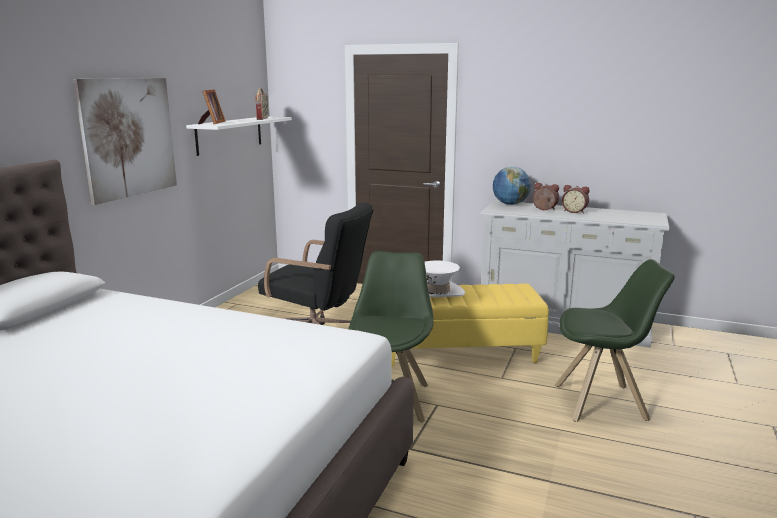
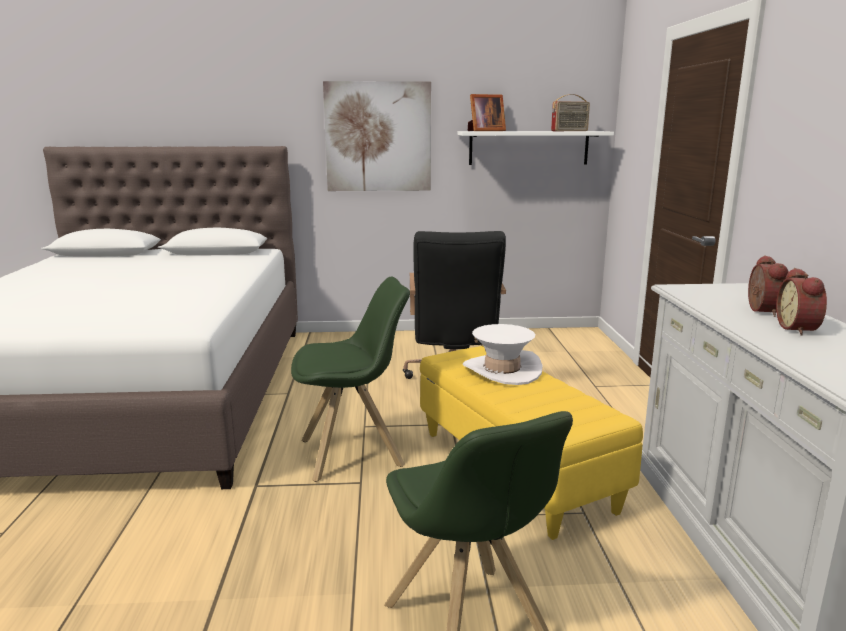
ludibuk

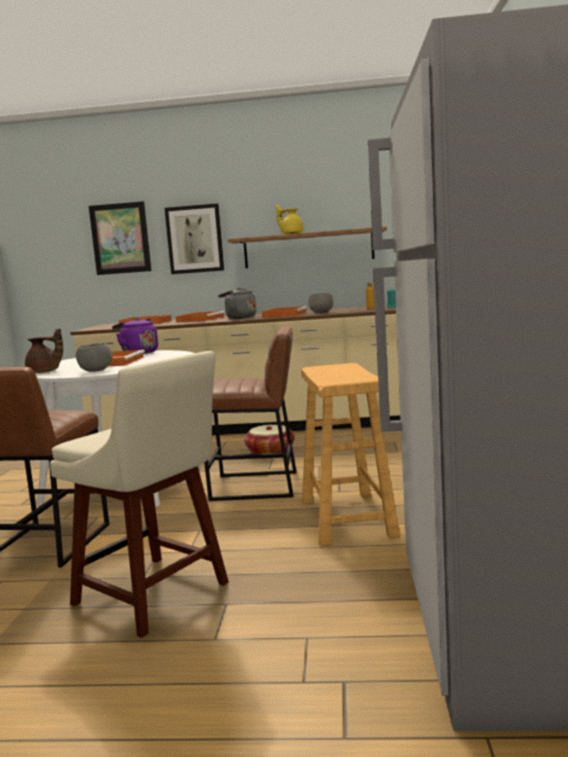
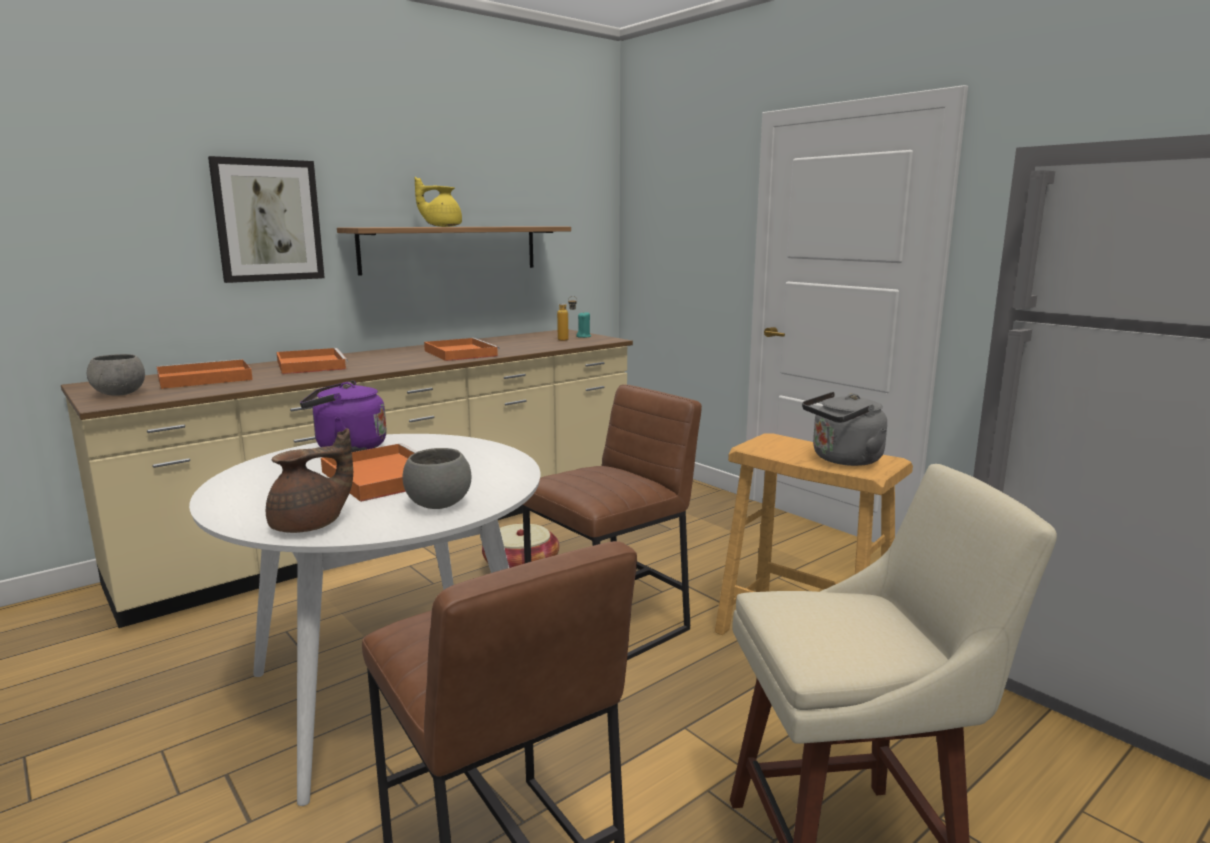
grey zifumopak (no. 1 from left)
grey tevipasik
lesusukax (no. 1 from left in the first image)

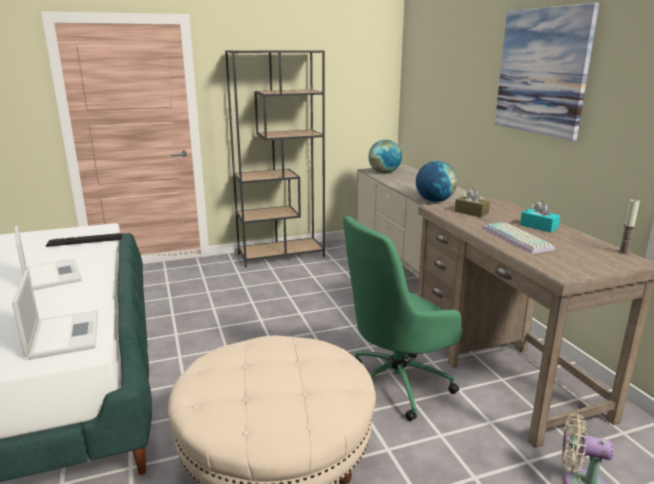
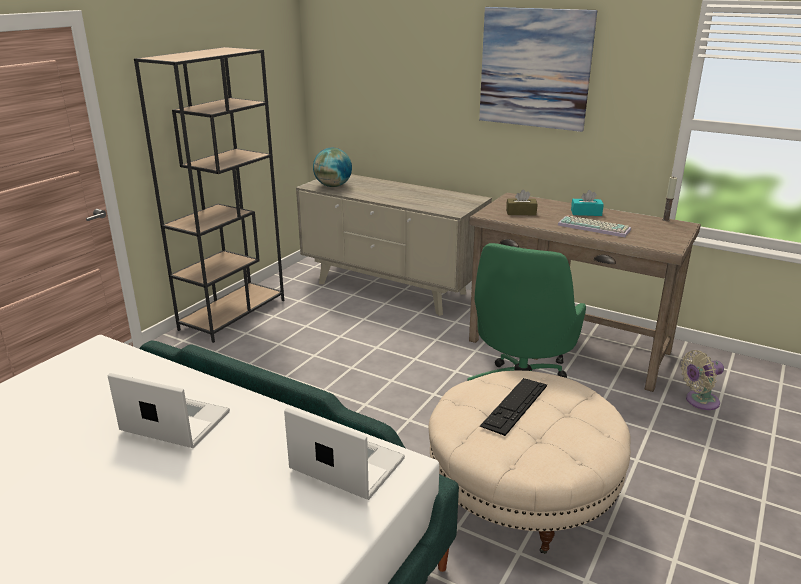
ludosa (no. 1 from left)
ludibuk (no. 2 from left in the first image)

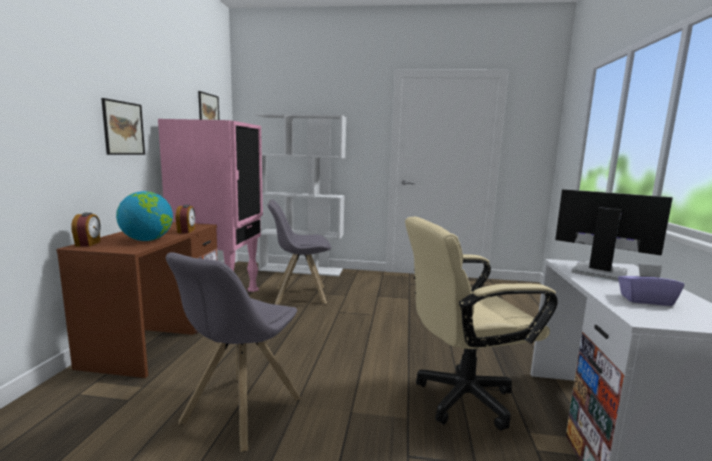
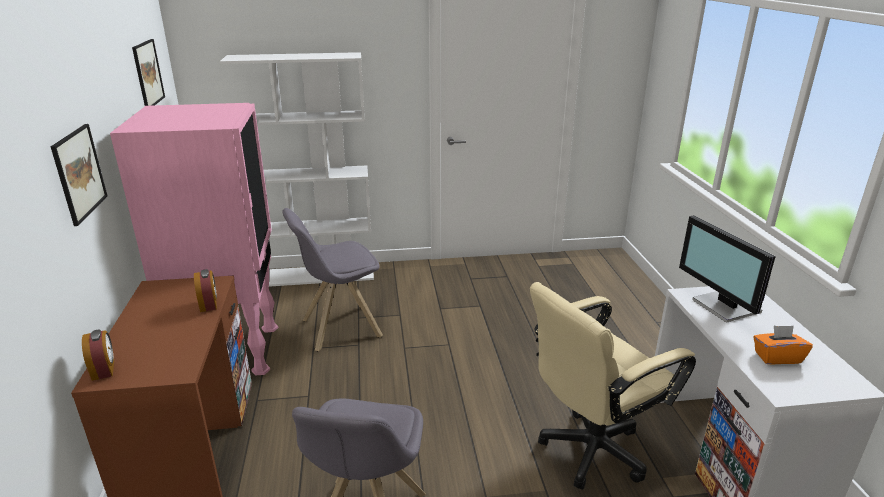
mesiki
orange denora
ludibuk

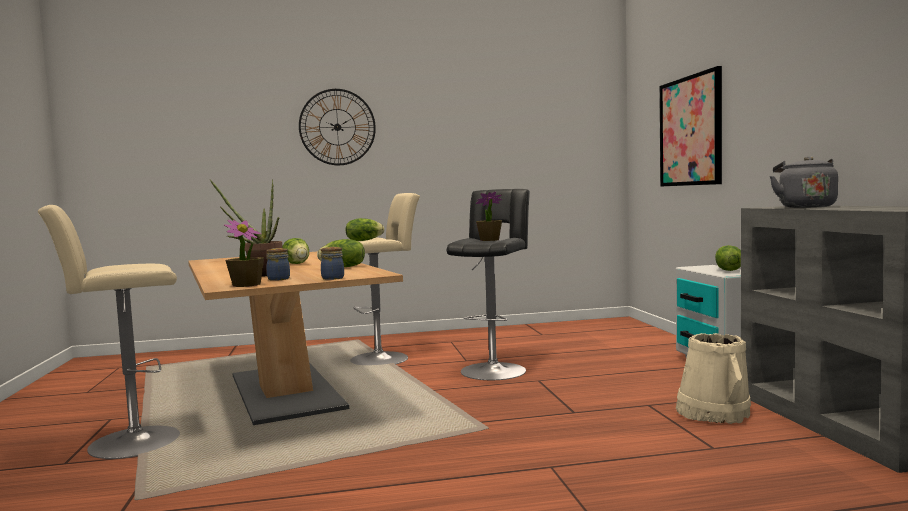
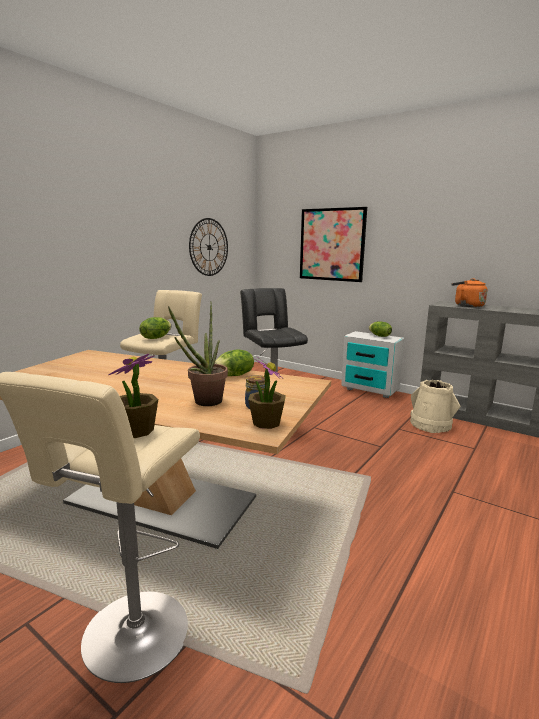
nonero (no. 1 from left)
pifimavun
orange tevipasik
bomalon (no. 1 from left in the first image)
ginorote (no. 2 from left in the first image)

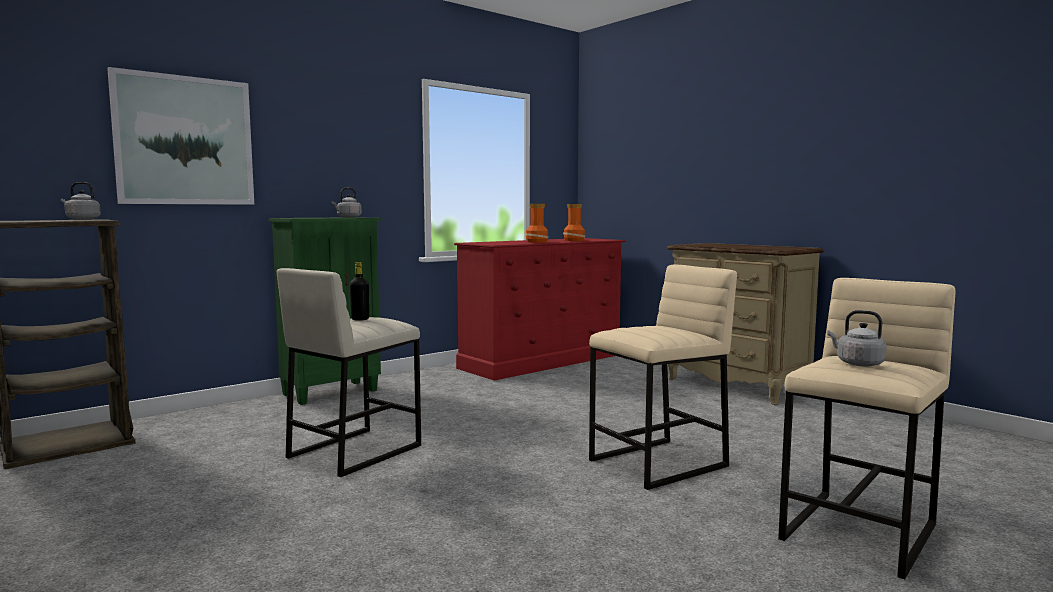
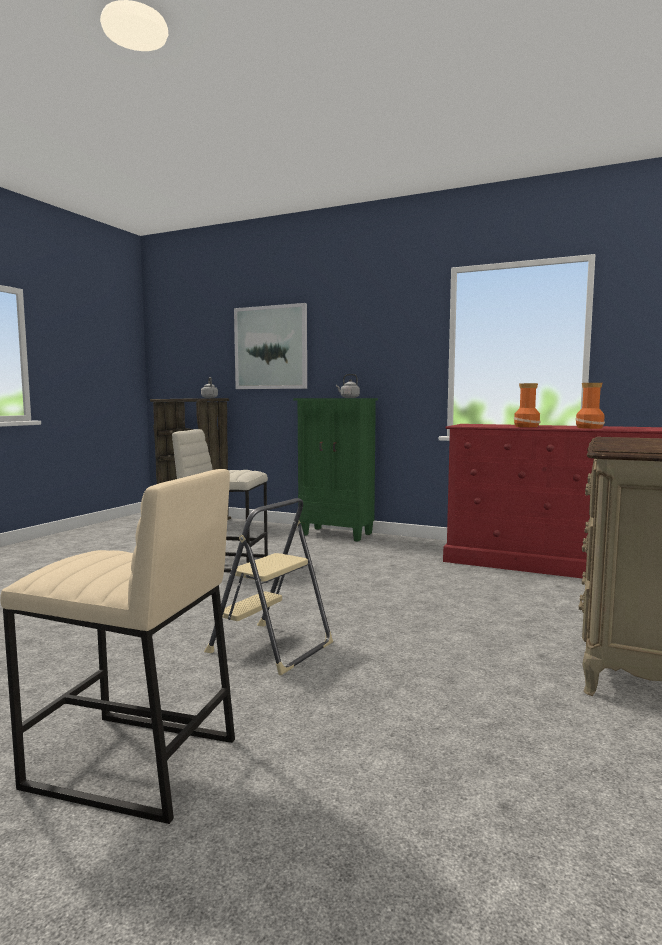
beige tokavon
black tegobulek
grey tevipasik (no. 3 from left in the first image)

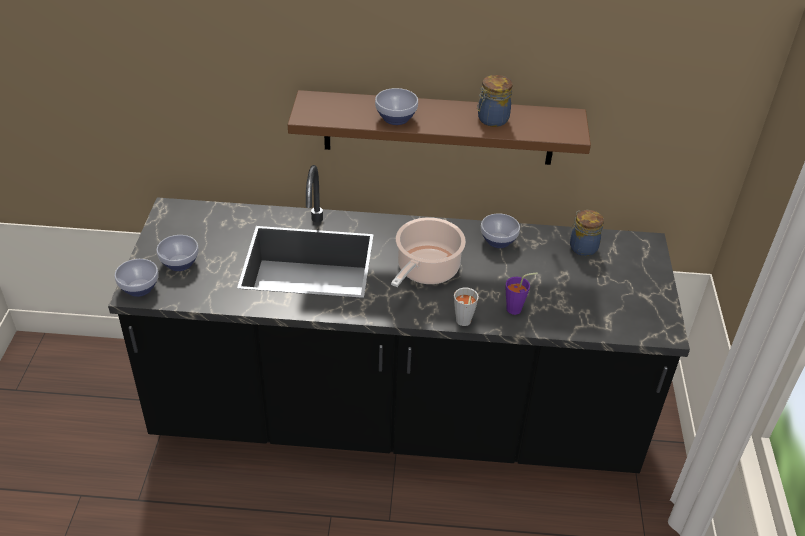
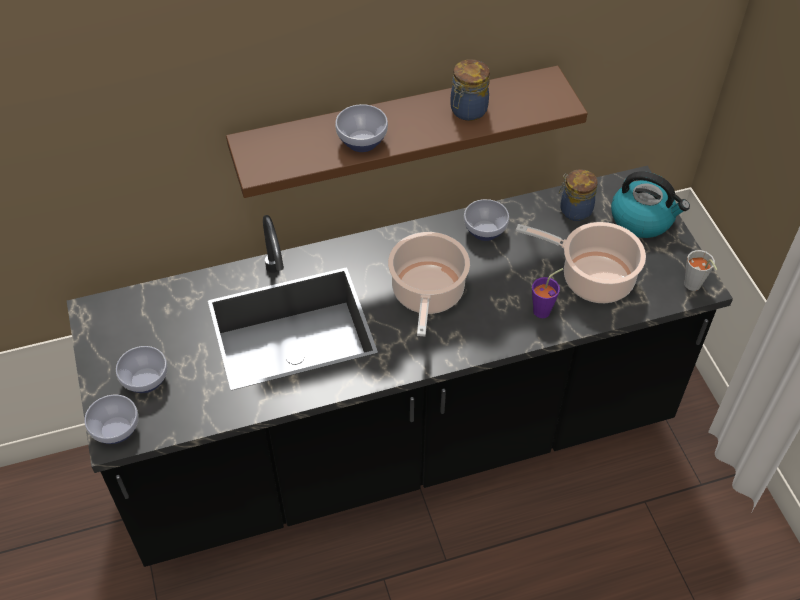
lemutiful (no. 2 from left)
tevipasik
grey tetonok

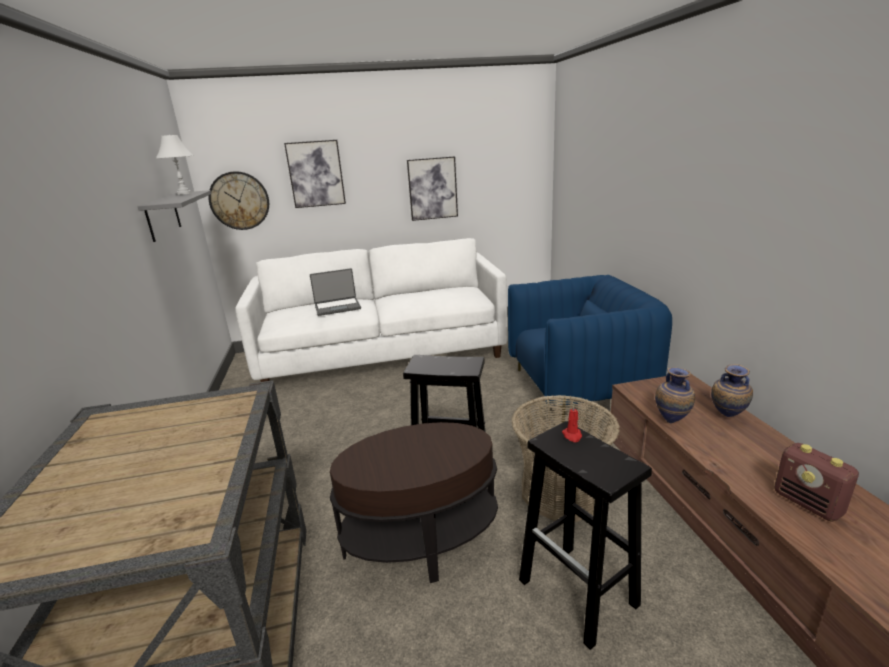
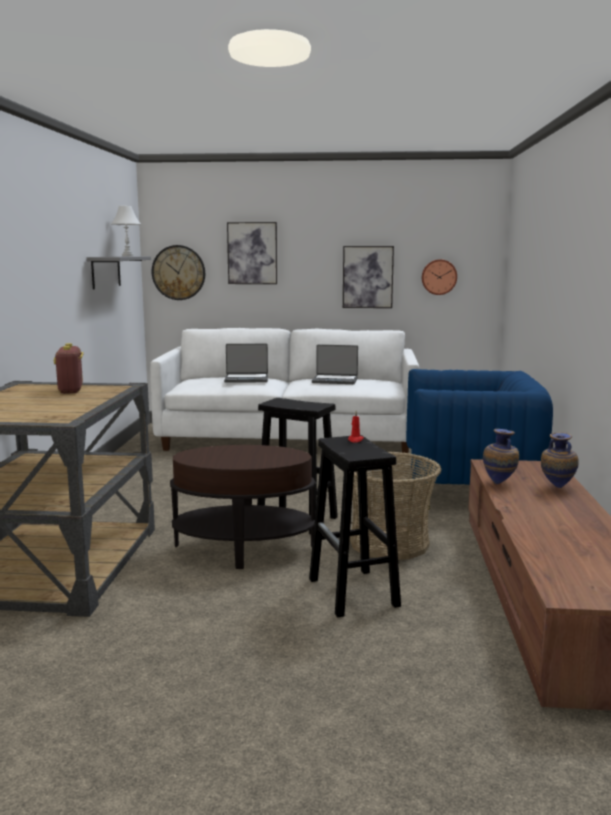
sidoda
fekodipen (no. 2 from left)
pifimavun (no. 2 from left)

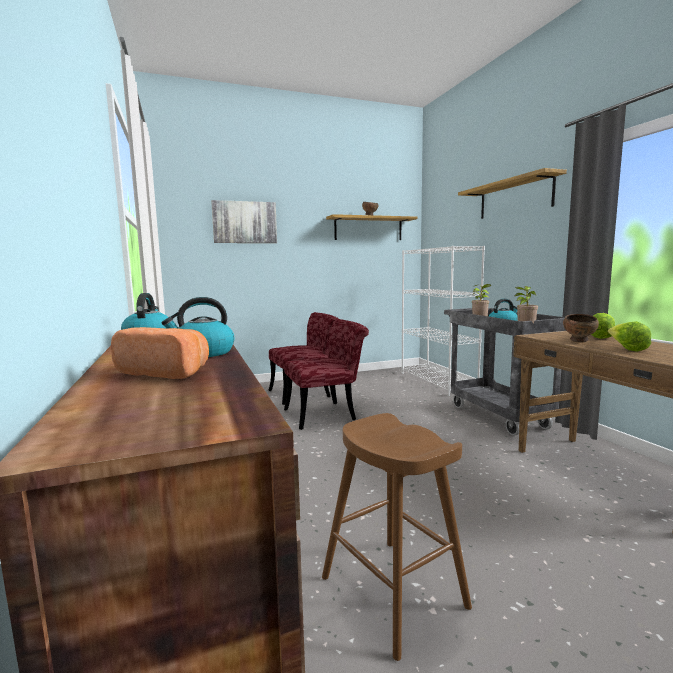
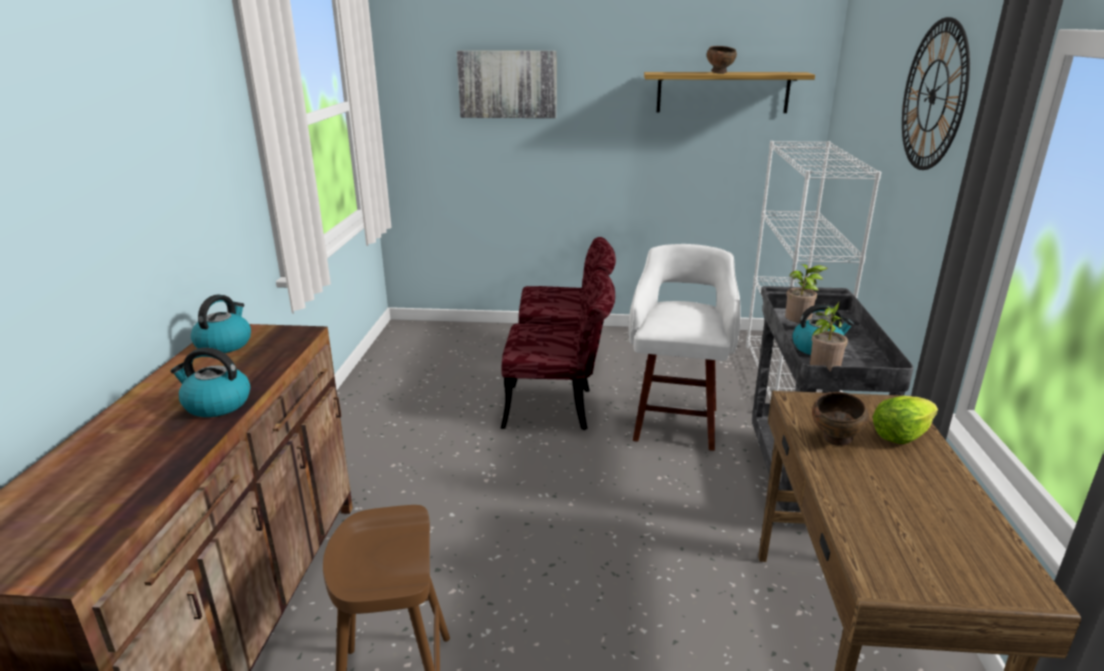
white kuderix
pifimavun
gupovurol
bomalon (no. 2 from left in the first image)

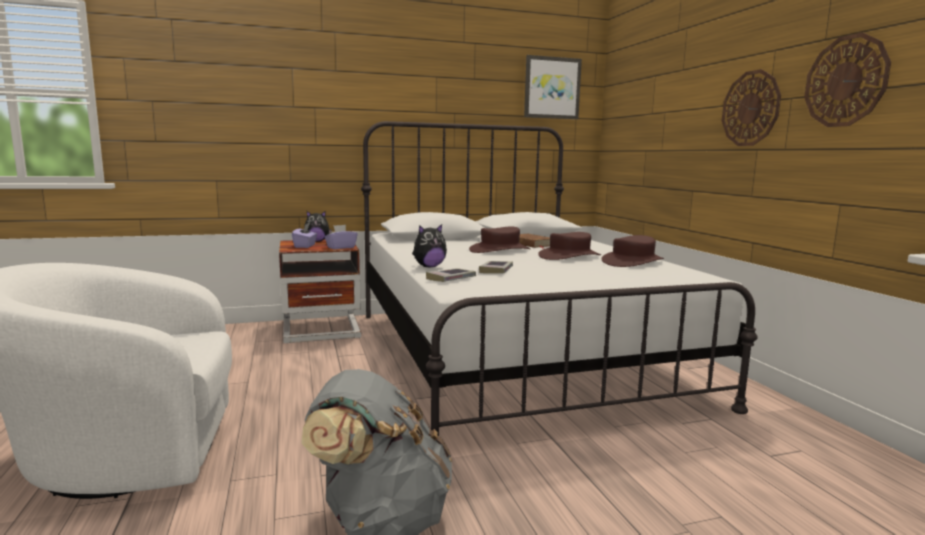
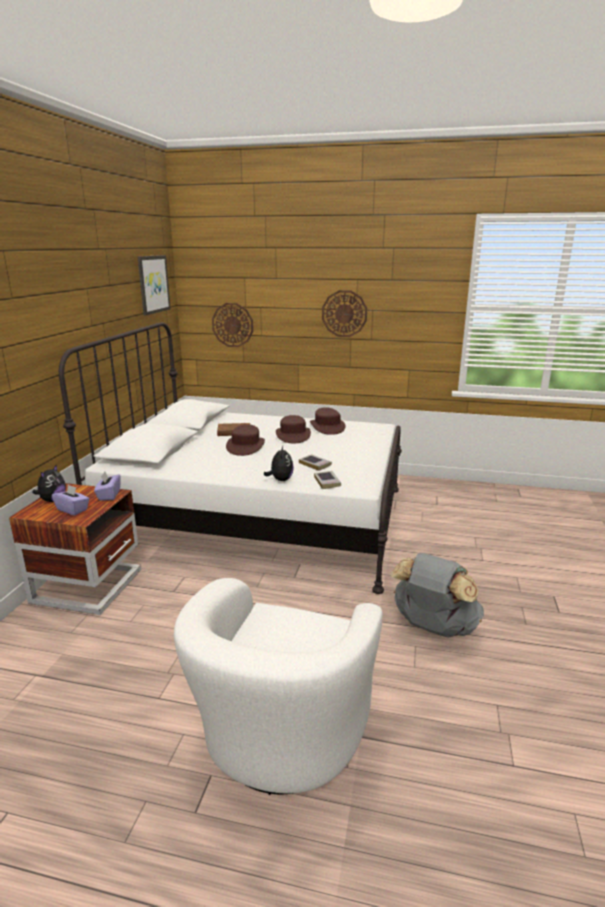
pifimavun (no. 1 from left)

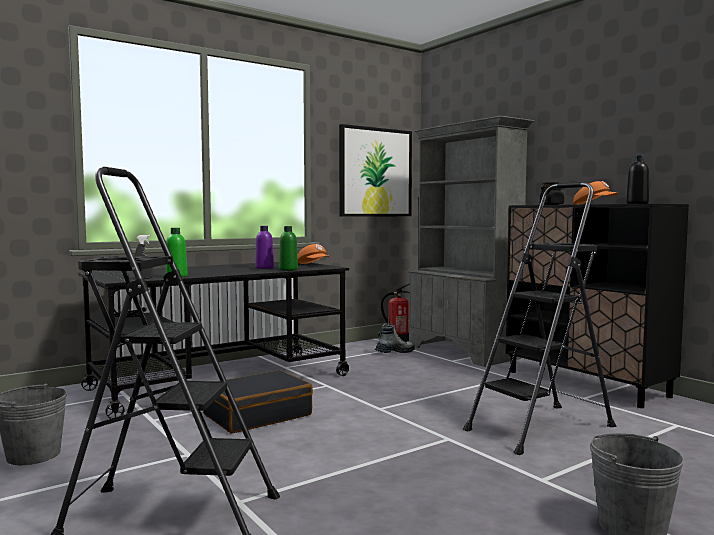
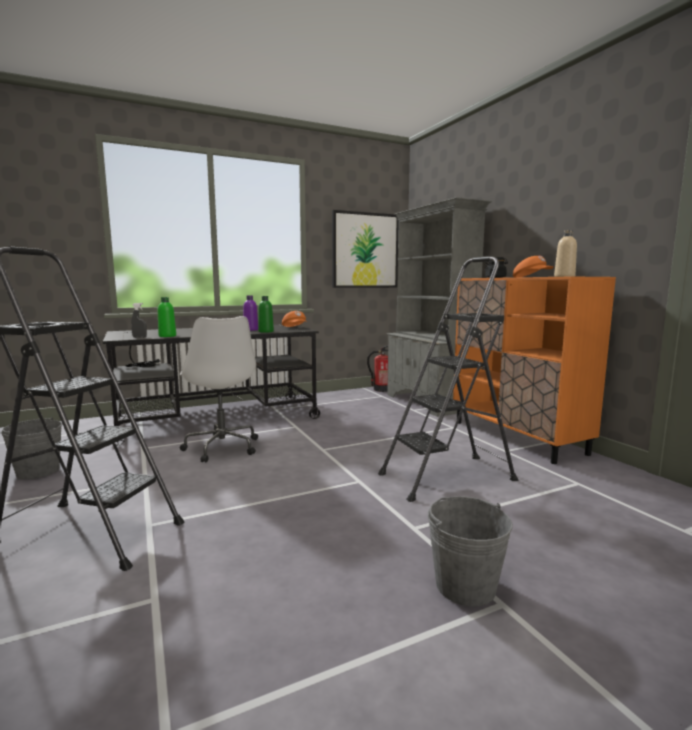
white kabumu
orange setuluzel
beige tegobulek
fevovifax

